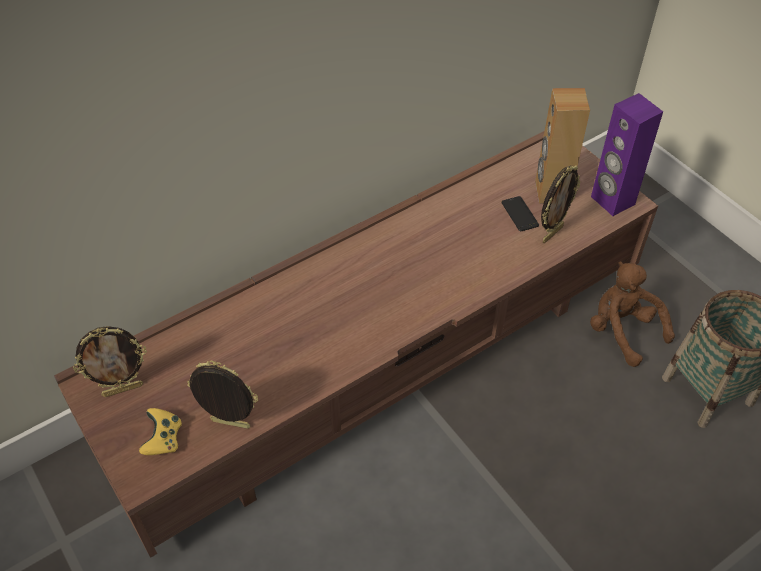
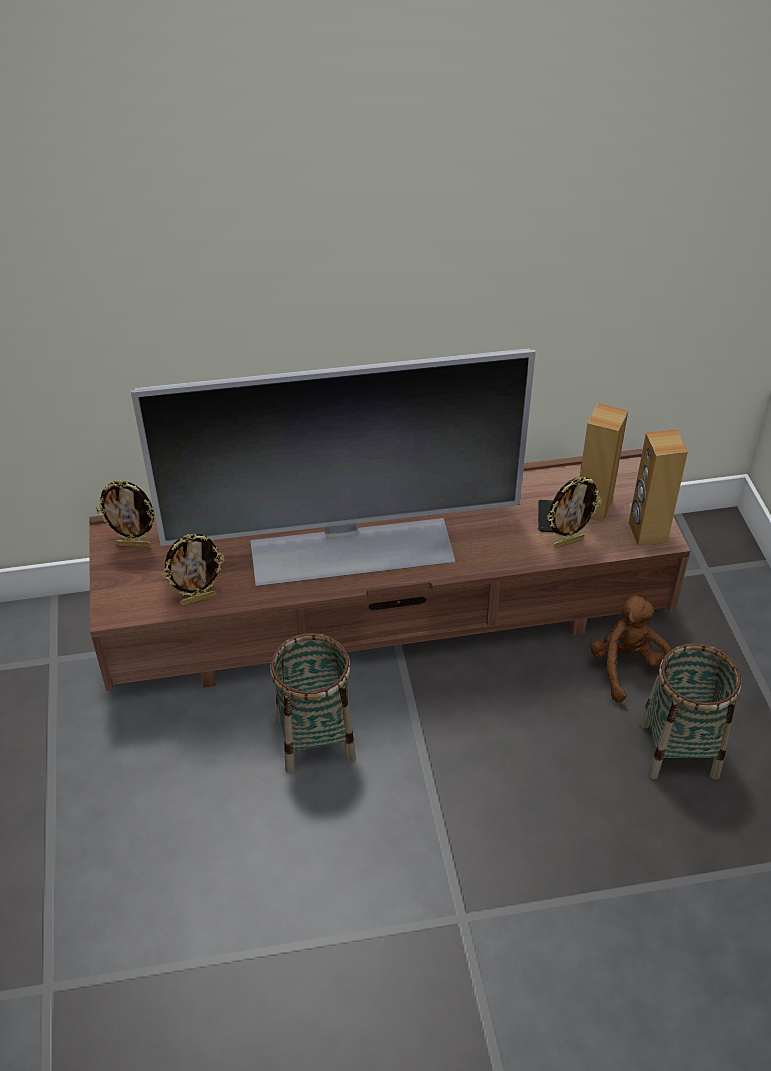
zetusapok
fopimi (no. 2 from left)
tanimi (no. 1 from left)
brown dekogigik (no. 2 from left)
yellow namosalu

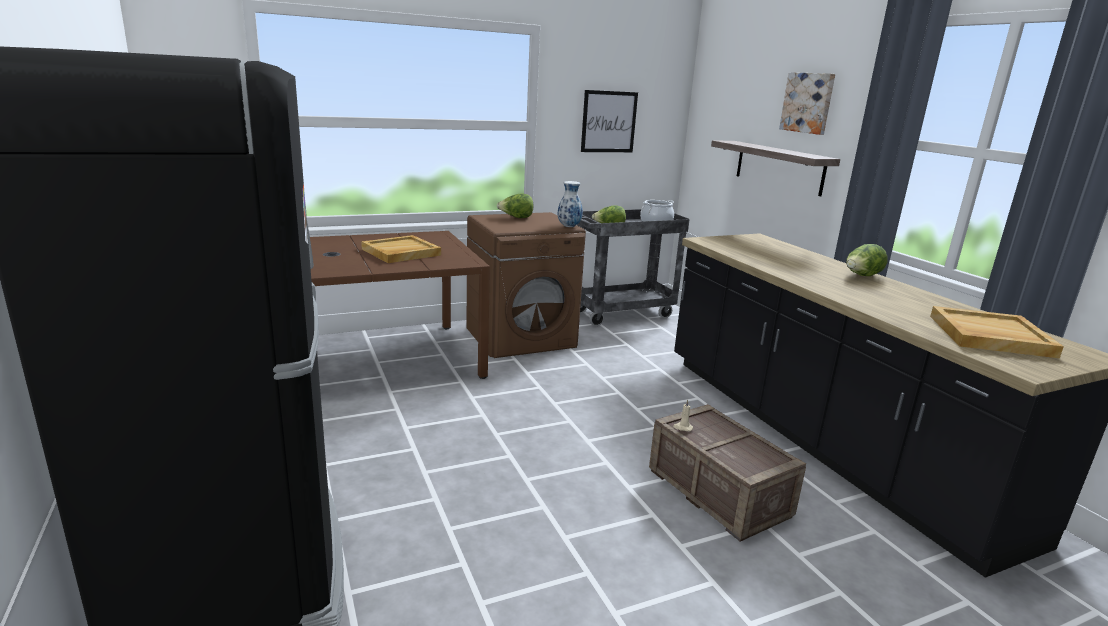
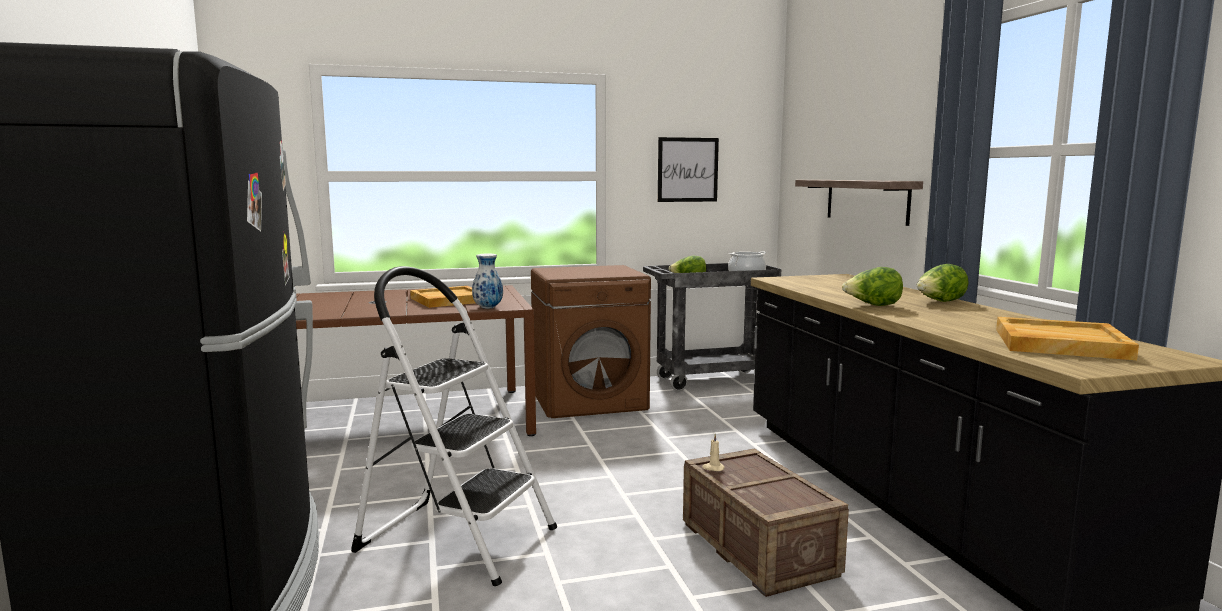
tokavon
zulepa
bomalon (no. 2 from left)
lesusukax (no. 2 from left in the first image)

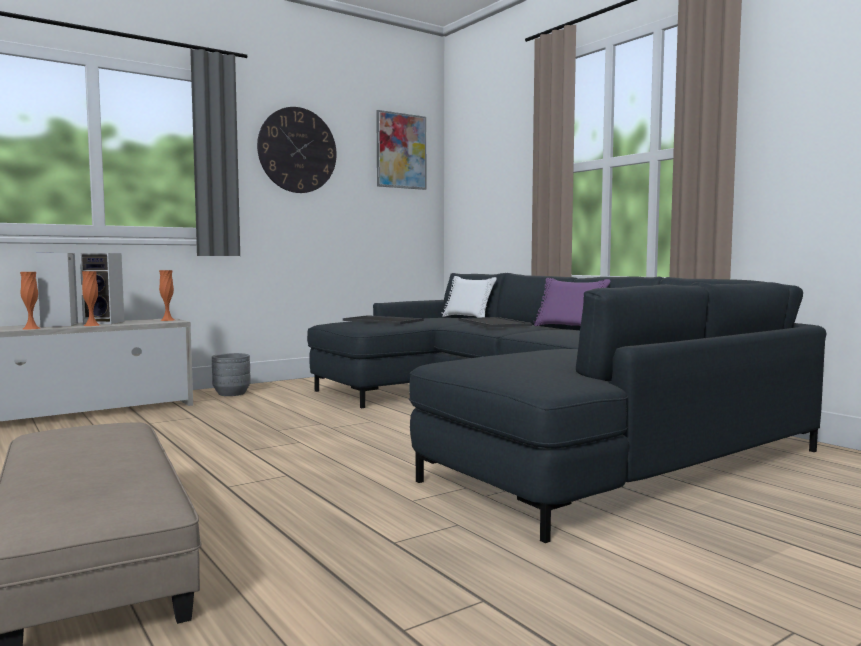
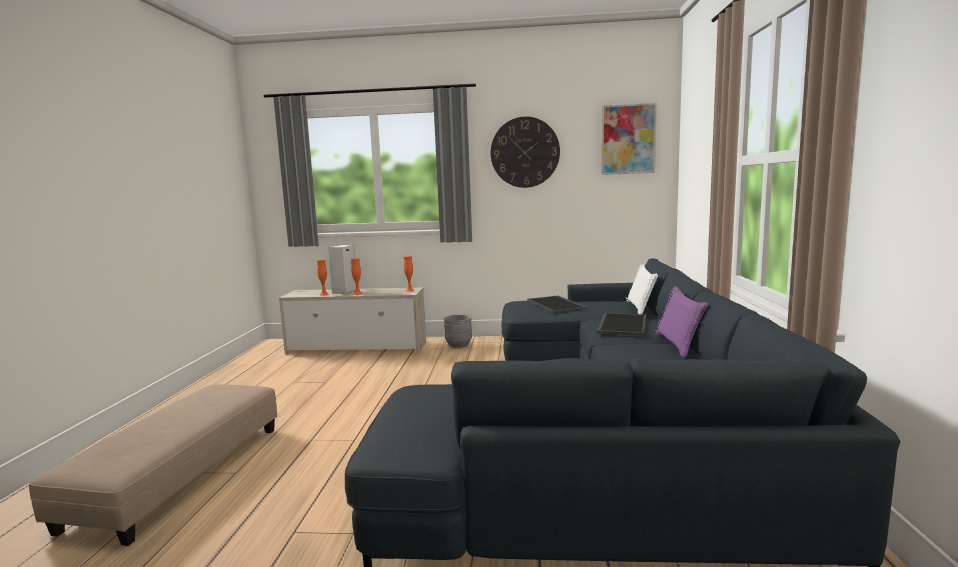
dekogigik (no. 2 from left in the first image)

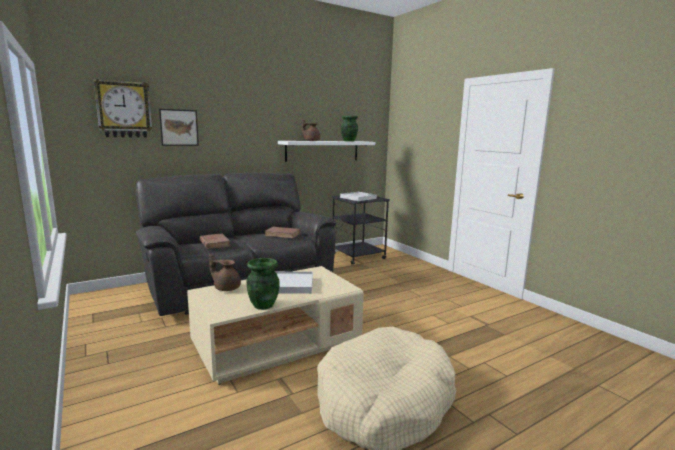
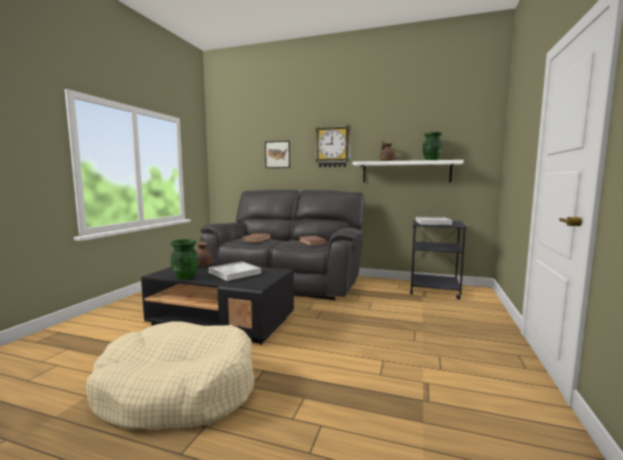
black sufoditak
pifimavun

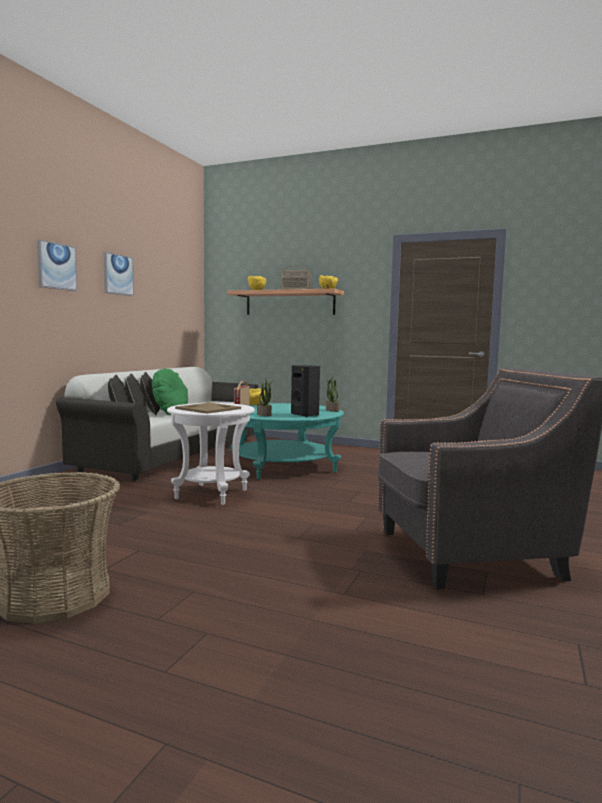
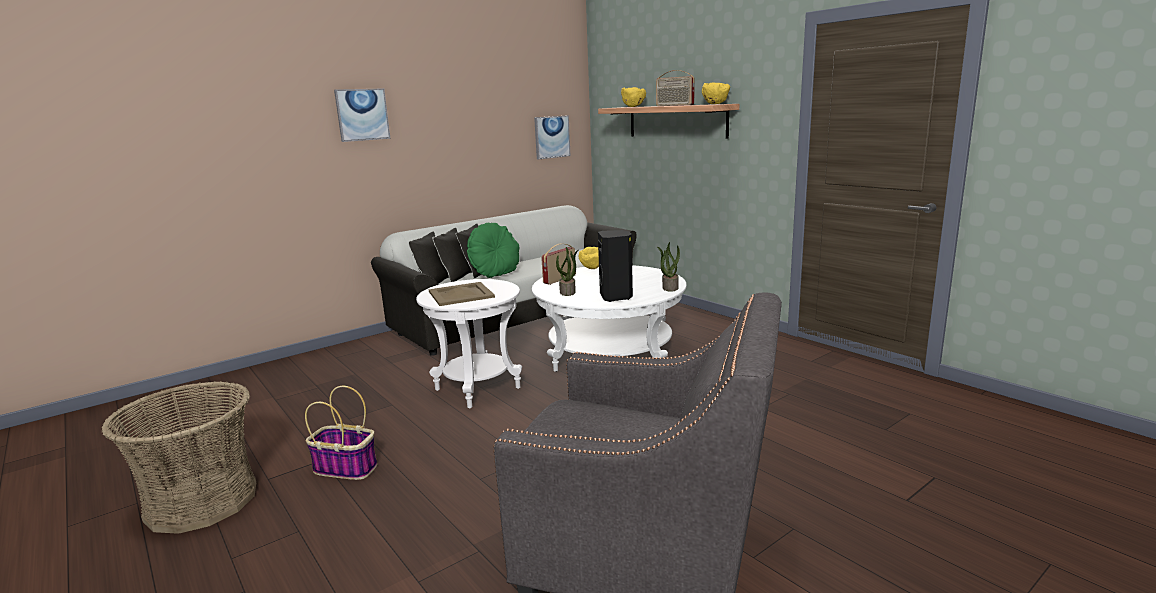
tanimi (no. 2 from left)
white sufoditak
lesusukax (no. 2 from left)

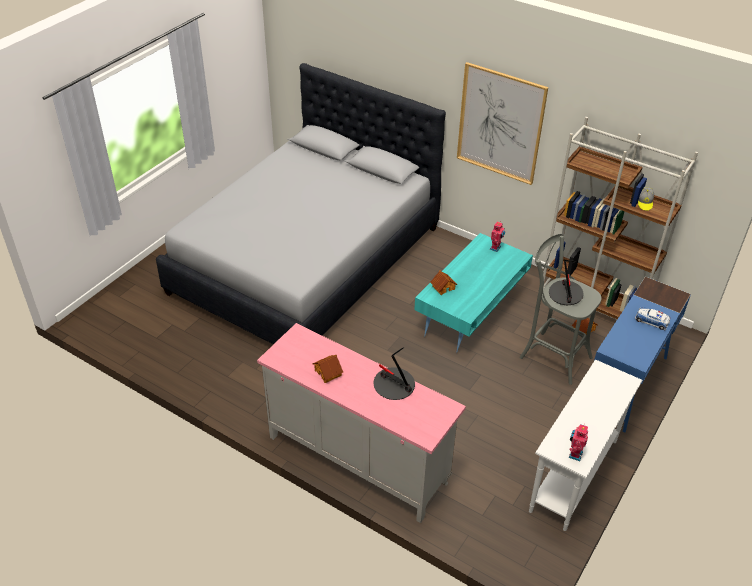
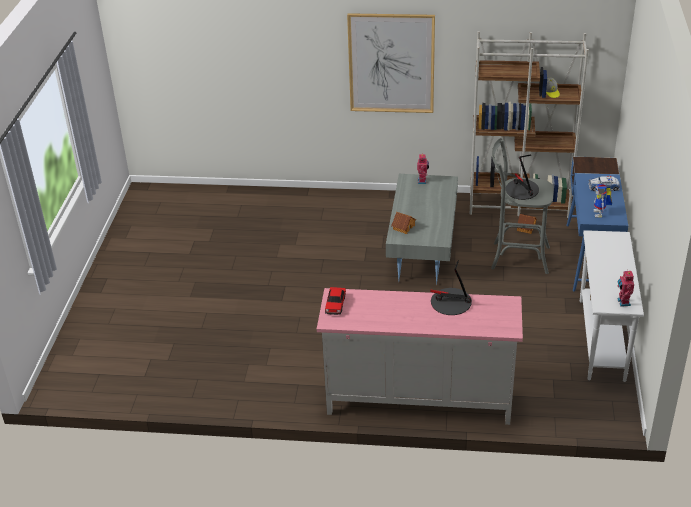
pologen (no. 1 from left)
grey sufoditak
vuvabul (no. 2 from left)
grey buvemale
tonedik (no. 1 from left in the first image)

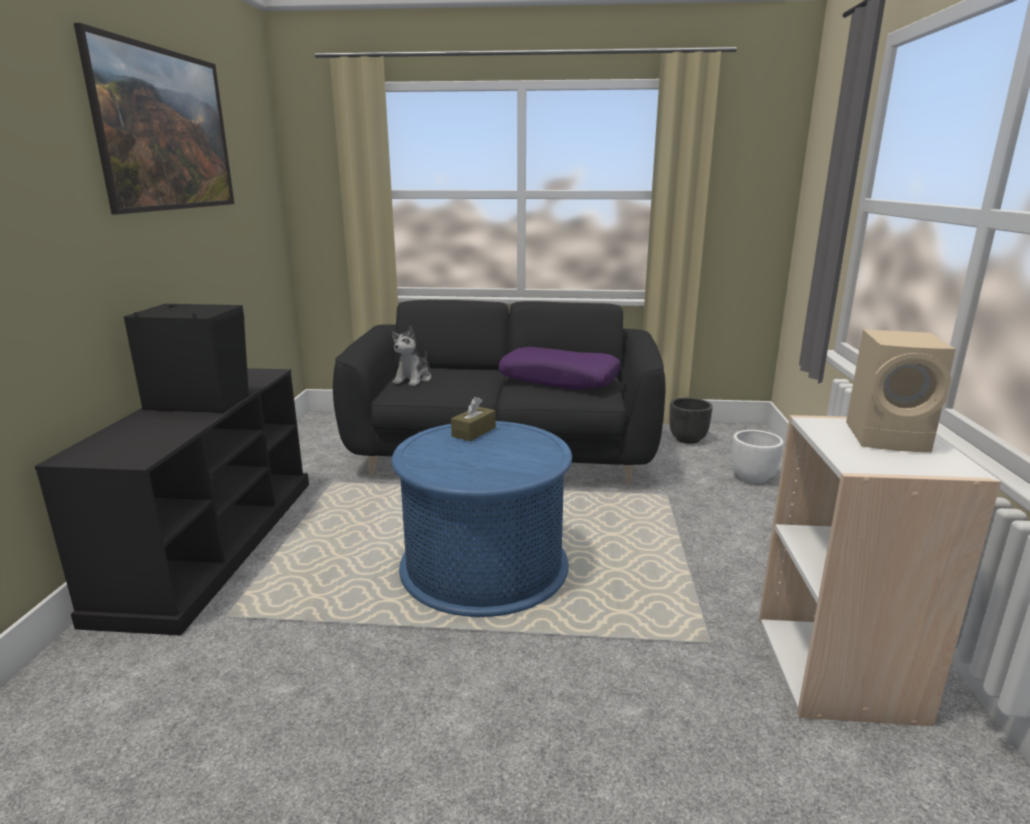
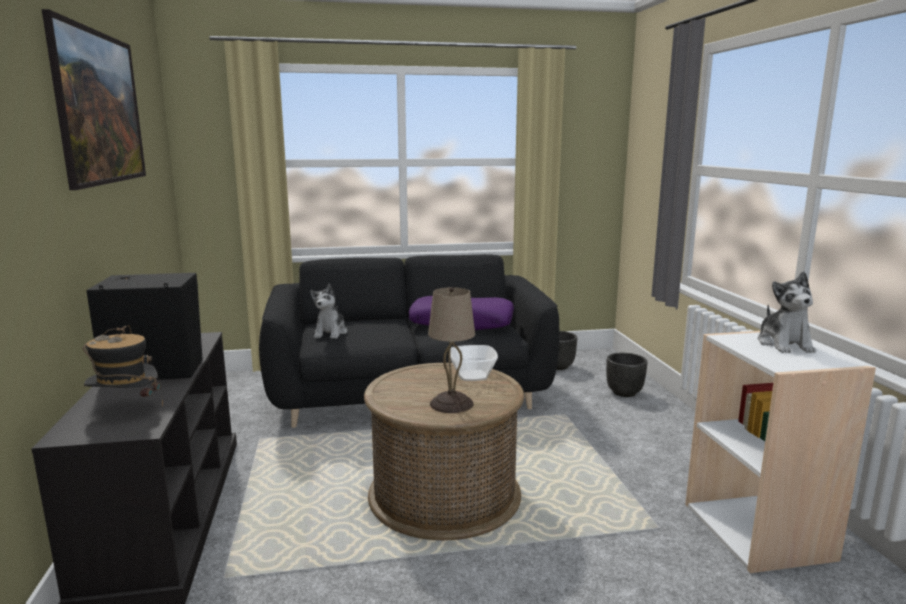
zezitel
brown sufoditak
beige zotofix
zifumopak
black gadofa (no. 2 from left)
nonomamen (no. 2 from left)
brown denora

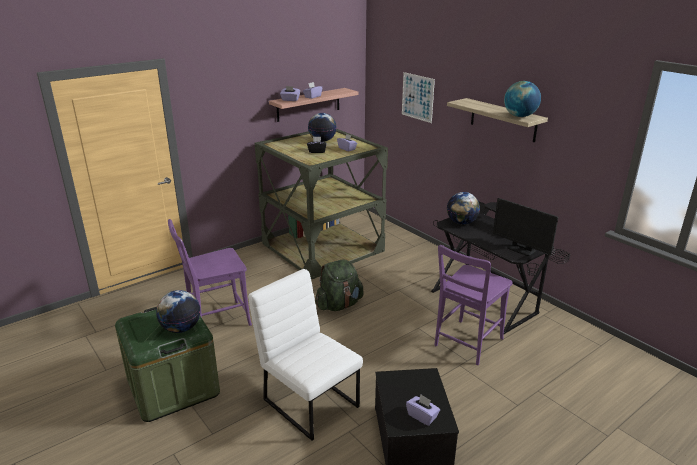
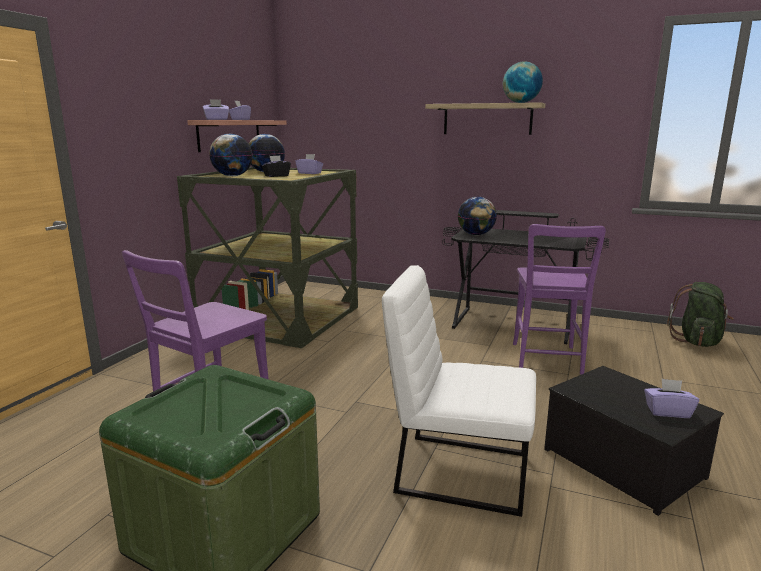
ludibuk (no. 1 from left)
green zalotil
lesusukax
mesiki

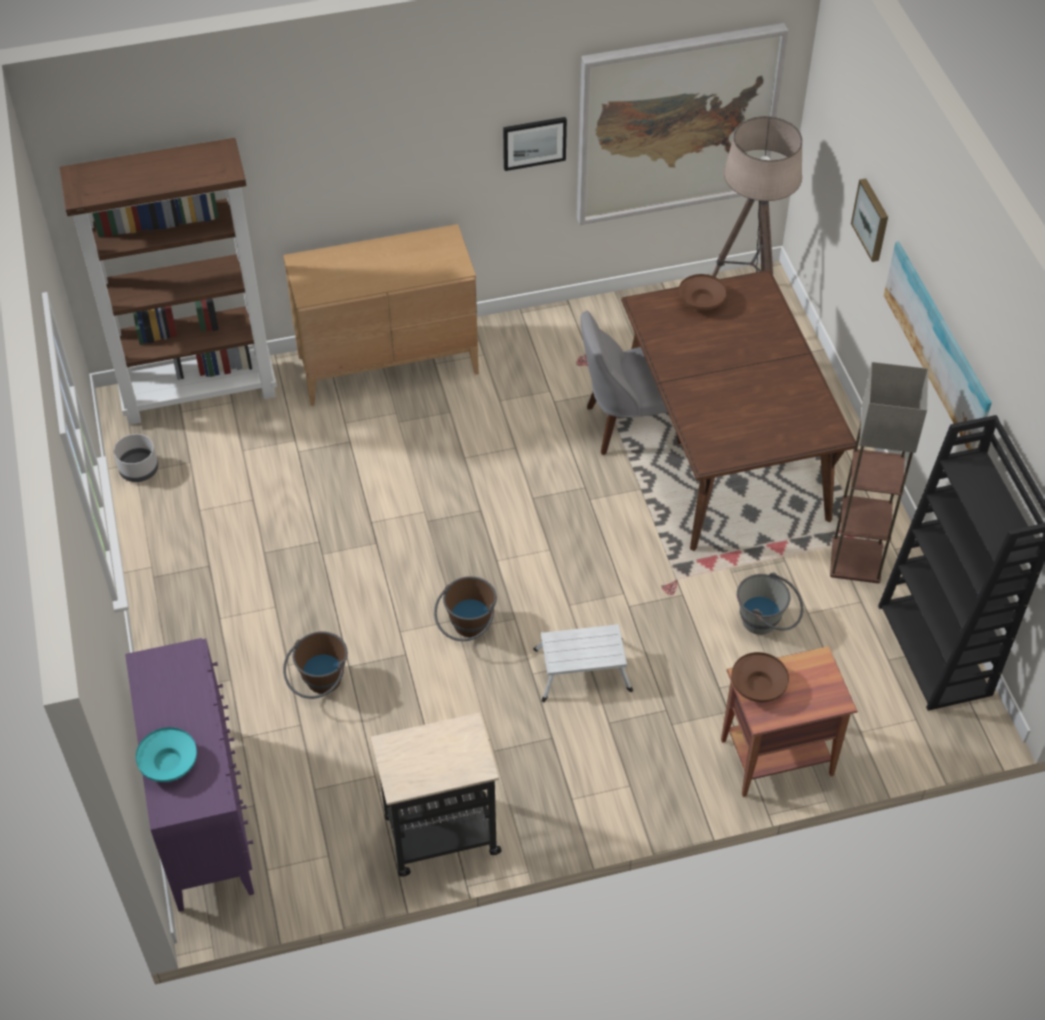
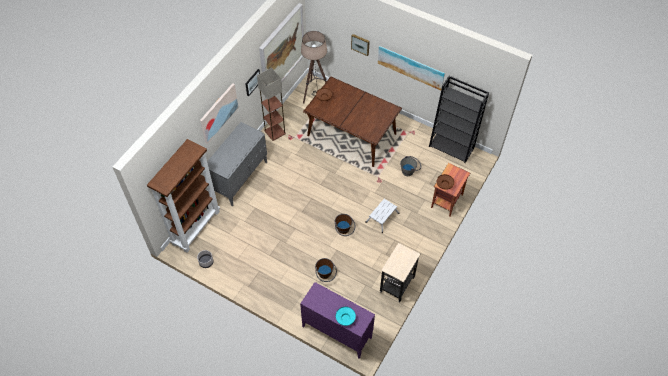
lesusukax (no. 1 from left)
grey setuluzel
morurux (no. 1 from left)
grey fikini

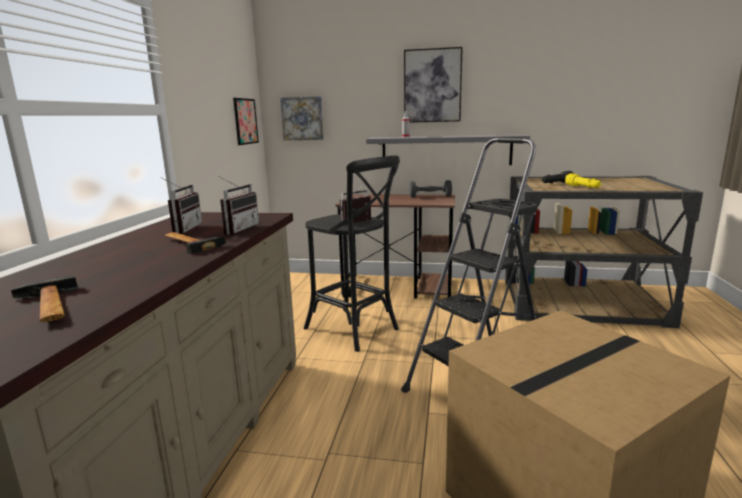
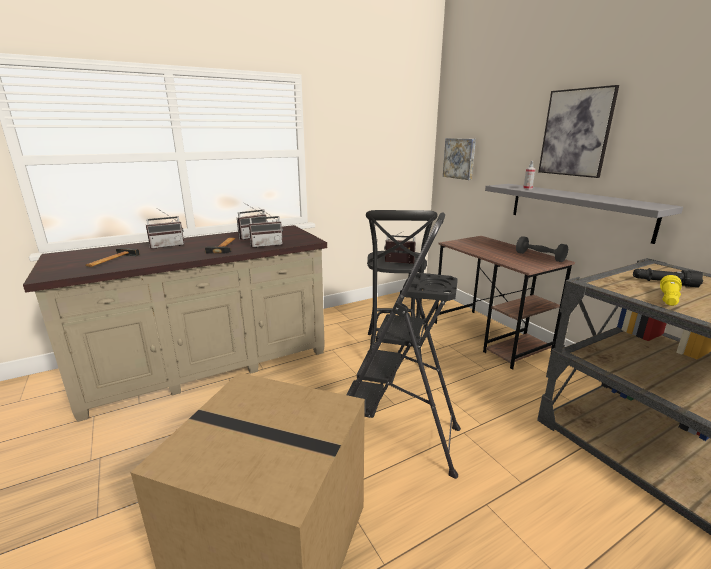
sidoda (no. 1 from left)
lesusukax (no. 1 from left in the first image)

